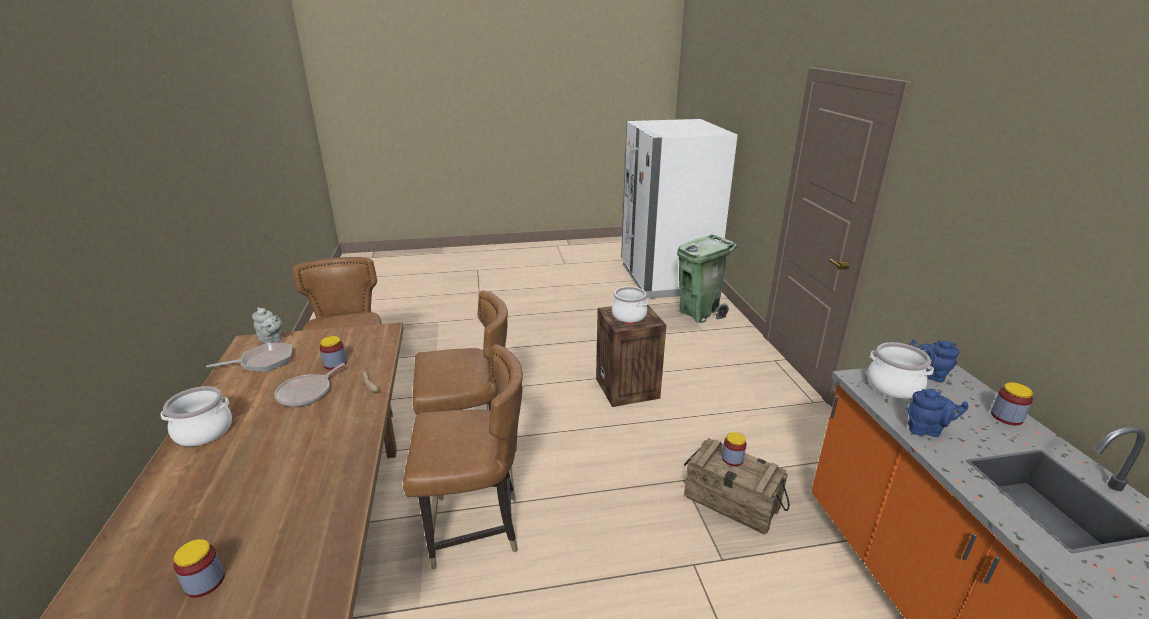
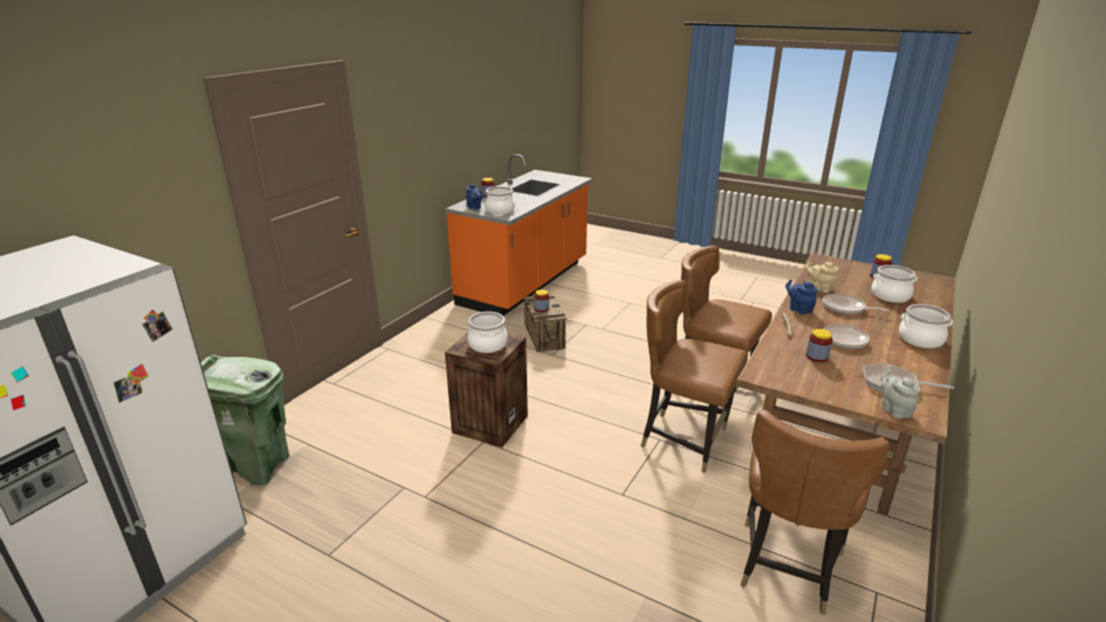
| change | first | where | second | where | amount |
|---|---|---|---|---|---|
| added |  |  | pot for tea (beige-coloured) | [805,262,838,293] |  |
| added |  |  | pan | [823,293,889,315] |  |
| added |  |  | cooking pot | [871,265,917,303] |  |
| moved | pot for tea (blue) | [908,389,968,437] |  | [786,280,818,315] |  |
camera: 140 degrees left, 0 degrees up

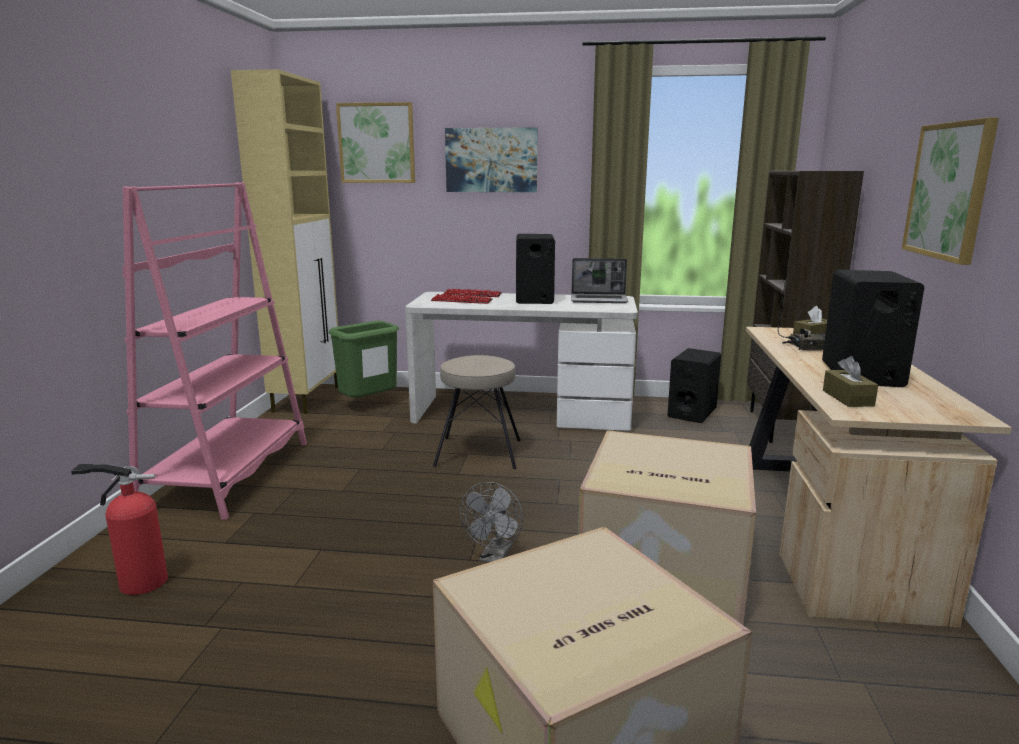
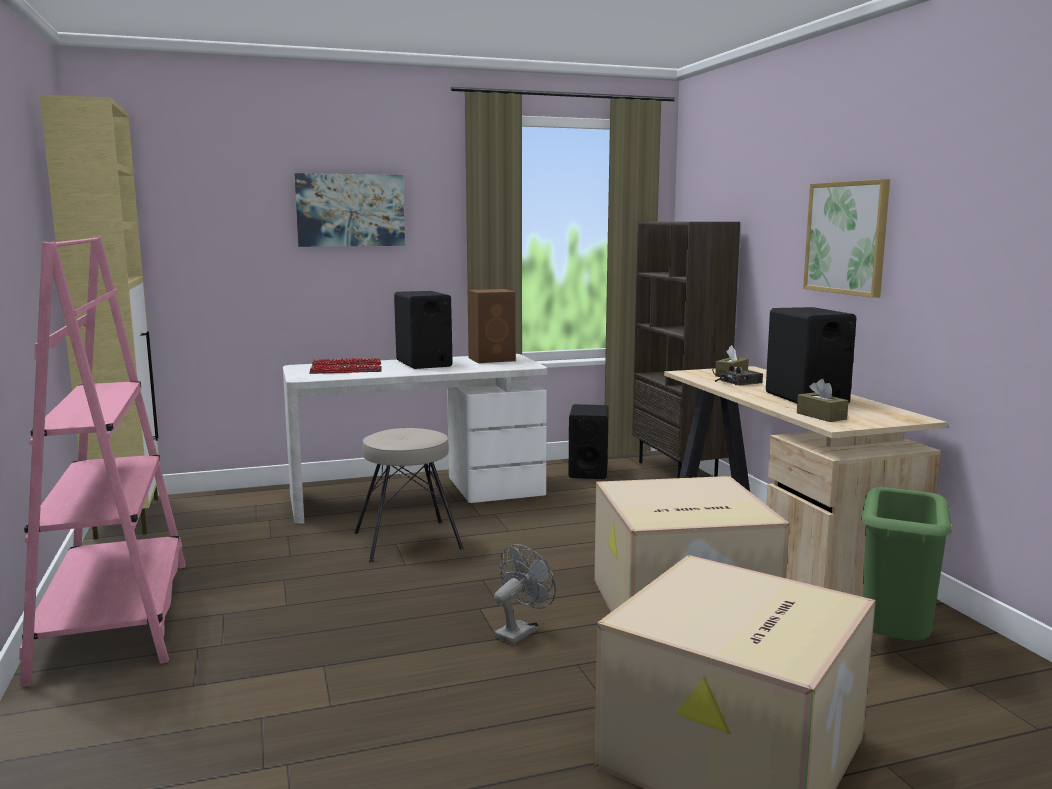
| change | first | where | second | where | amount |
|---|---|---|---|---|---|
| removed | extinguisher | [71,464,168,595] |  |  |  |
| removed | wall art | [336,102,415,183] |  |  |  |
| moved | rubbish bin (greenish) | [329,321,399,397] |  | [861,487,952,646] |  |
| replaced | notebook computer | [571,258,628,303] | loudspeaker (brown-coloured) | [468,289,516,363] |  |
| turned | fan (gray) | [460,482,523,563] |  | [494,544,556,644] | 135 degrees counterclockwise |
camera: 25 degrees left, 5 degrees down

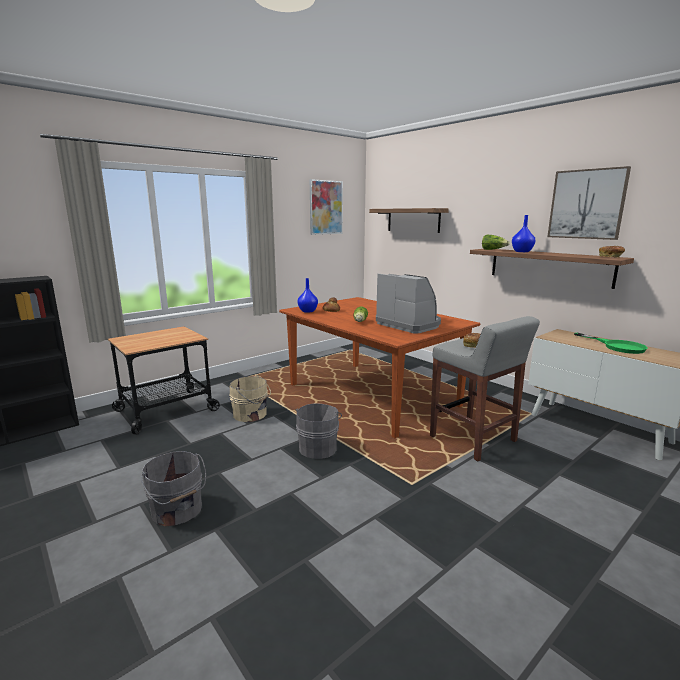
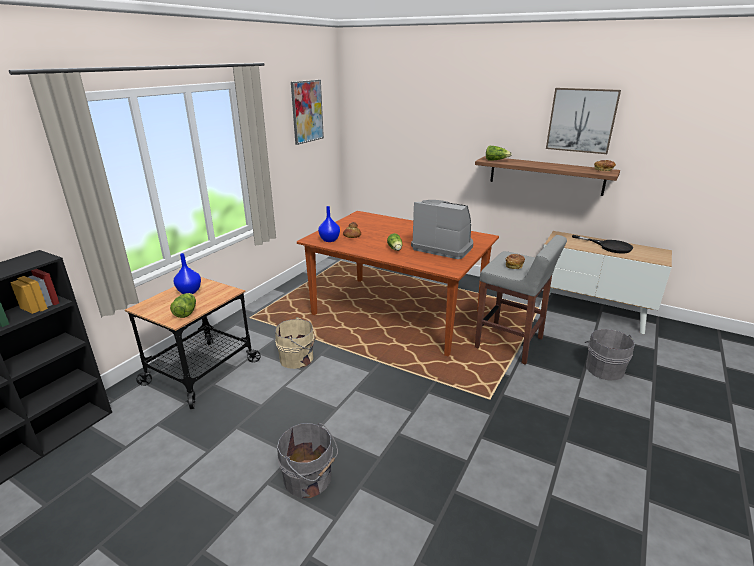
| change | first | where | second | where | amount |
|---|---|---|---|---|---|
| removed | shelf | [369,208,449,233] |  |  |  |
| added |  |  | lettuce | [170,293,196,318] |  |
| moved | water bucket (gray) | [295,404,342,459] |  | [585,329,635,380] |  |
| moved | vase (blue) | [512,215,535,252] |  | [174,253,201,294] |  |
| recoloured | pan (greenish) | [574,332,648,354] | pan (black) | [572,235,633,254] |  |
camera: 20 degrees left, 10 degrees up

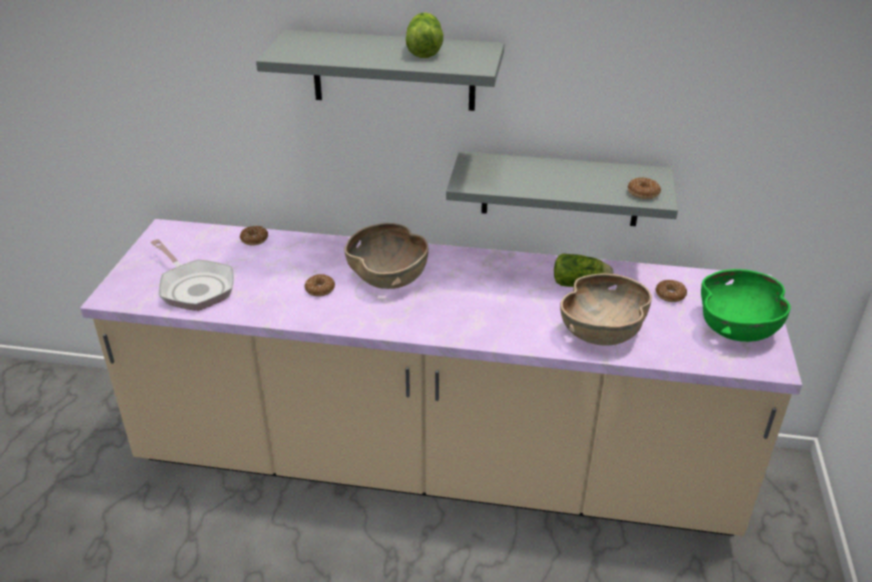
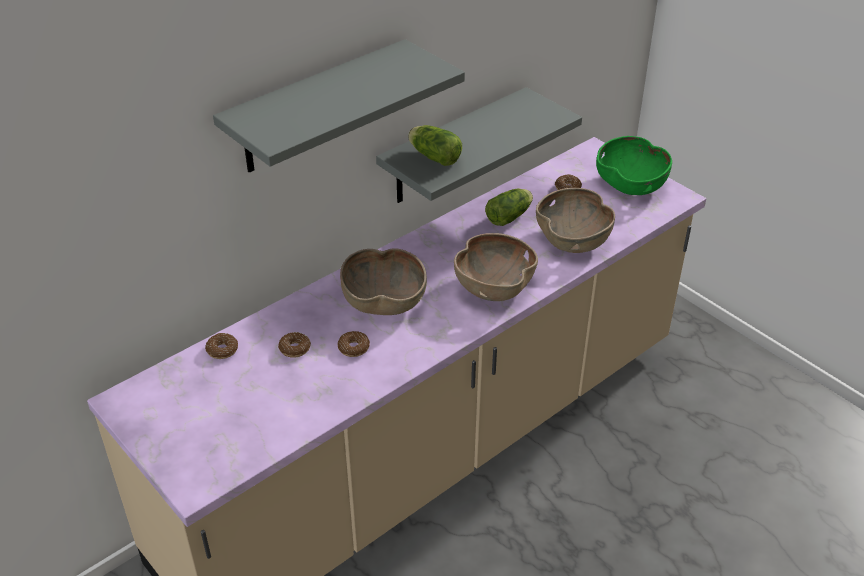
| change | first | where | second | where | amount |
|---|---|---|---|---|---|
| removed | pan | [150,239,234,311] |  |  |  |
| added |  |  | bowl (brown-coloured) | [454,233,538,301] |  |
| moved | lettuce | [406,12,443,58] |  | [408,125,462,166] |  |
| moved | doughnut | [628,178,661,199] |  | [278,332,311,358] |  |
camera: 50 degrees left, 5 degrees up

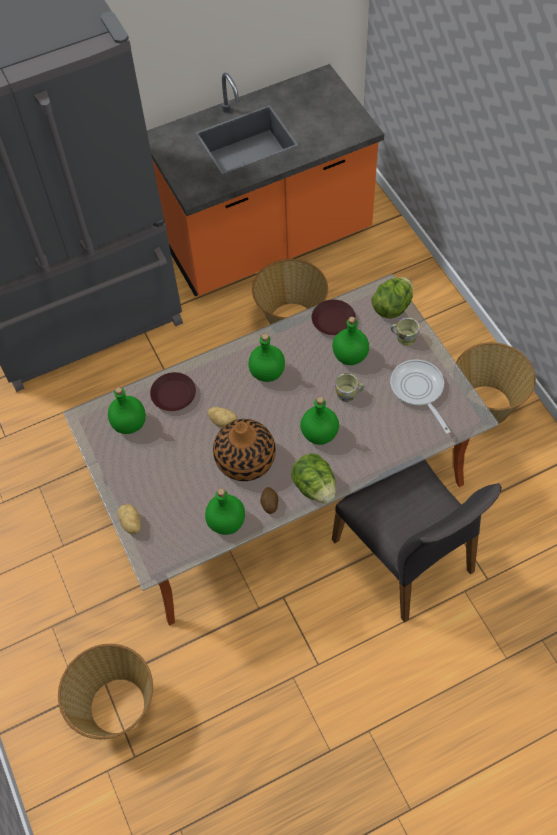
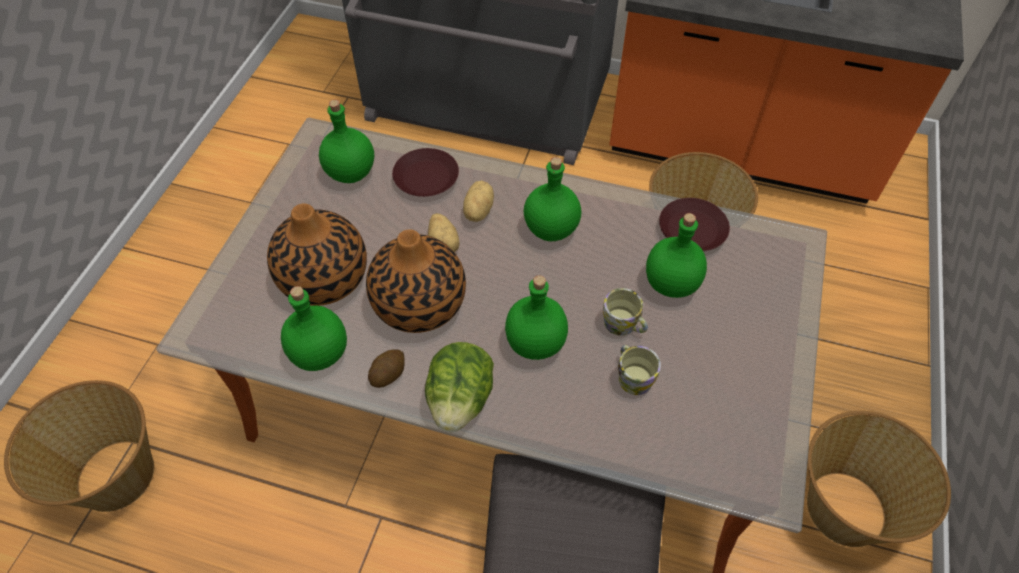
| change | first | where | second | where | amount |
|---|---|---|---|---|---|
| removed | lettuce | [371,277,413,318] |  |  |  |
| removed | pan | [390,359,451,434] |  |  |  |
| added |  |  | vase | [267,203,367,306] |  |
| moved | whole potato | [118,504,141,534] |  | [463,181,494,222] |  |
| moved | mug | [391,318,420,346] |  | [618,345,661,395] |  |
camera: 40 degrees right, 5 degrees down

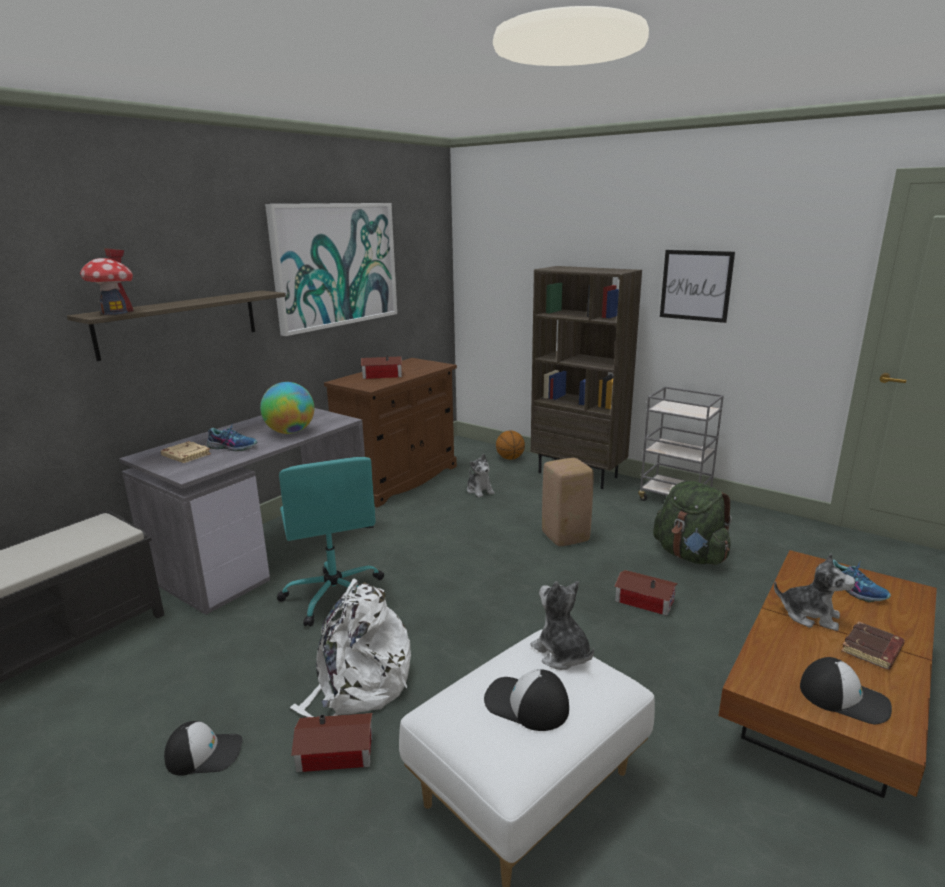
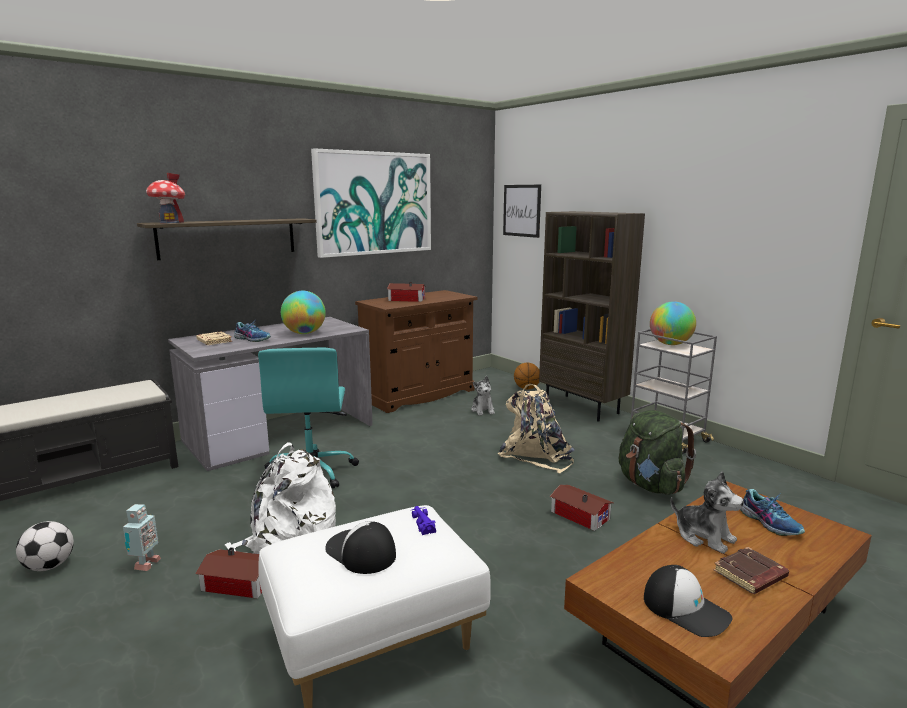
| change | first | where | second | where | amount |
|---|---|---|---|---|---|
| added |  |  | football ball | [16,521,74,571] |  |
| added |  |  | globe | [650,301,696,345] |  |
| moved | wall art | [660,250,735,323] |  | [503,185,541,238] |  |
| replaced | cap | [164,721,243,776] | toy robot | [123,504,161,571] |  |
| replaced | plush toy | [531,581,594,670] | model car (purple) | [412,506,436,535] |  |
| replaced | sitting stool (beige-coloured) | [542,458,594,546] | rucksack (beige-coloured) | [498,384,575,473] |  |
camera: 15 degrees right, 5 degrees down

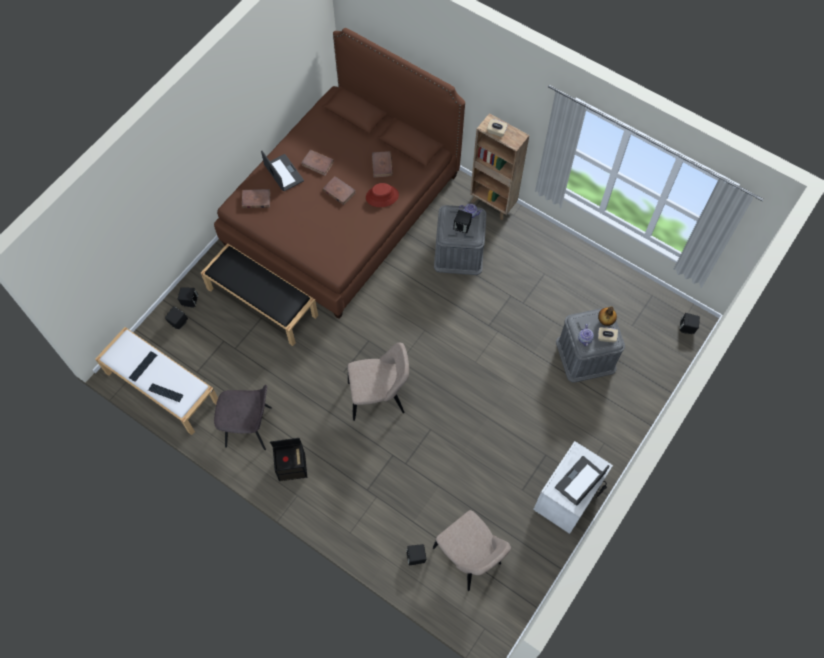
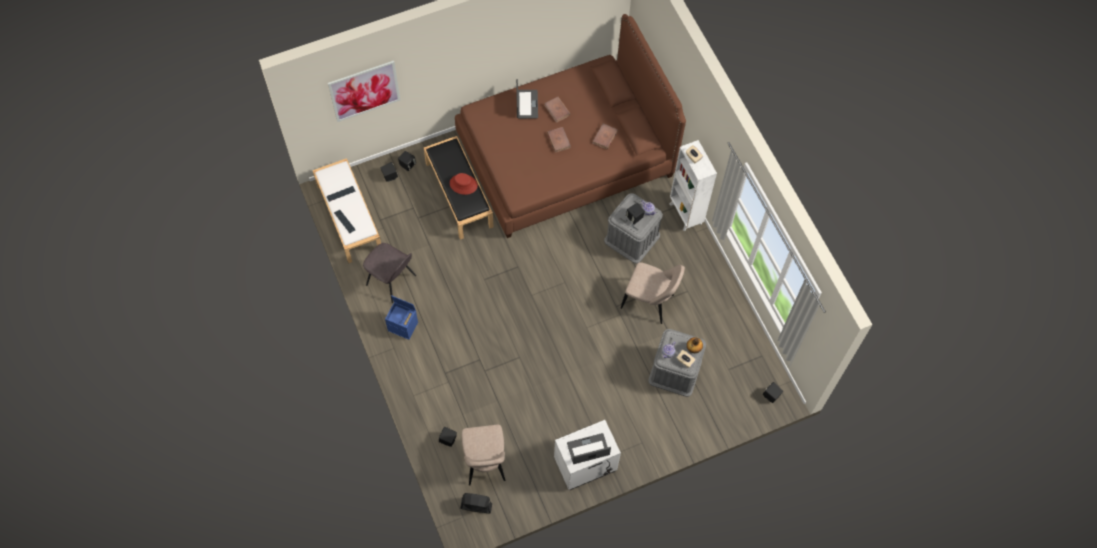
| change | first | where | second | where | amount |
|---|---|---|---|---|---|
| removed | bound book (brown-coloured) | [242,189,270,208] |  |  |  |
| added |  |  | wall art | [328,61,400,122] |  |
| added |  |  | fan (black) | [460,493,492,513] |  |
| moved | upright chair (beige-coloured) | [348,343,409,421] |  | [621,262,685,324] |  |
| moved | hat (red) | [366,183,399,207] |  | [450,173,478,195] |  |
| recoloured | storage bin (black) | [270,438,307,481] | storage bin (blue) | [385,295,418,340] |  |
| recoloured | bookshelf (brown-coloured) | [470,113,529,220] | bookshelf (white) | [669,140,717,231] |  |
camera: 30 degrees right, 0 degrees up

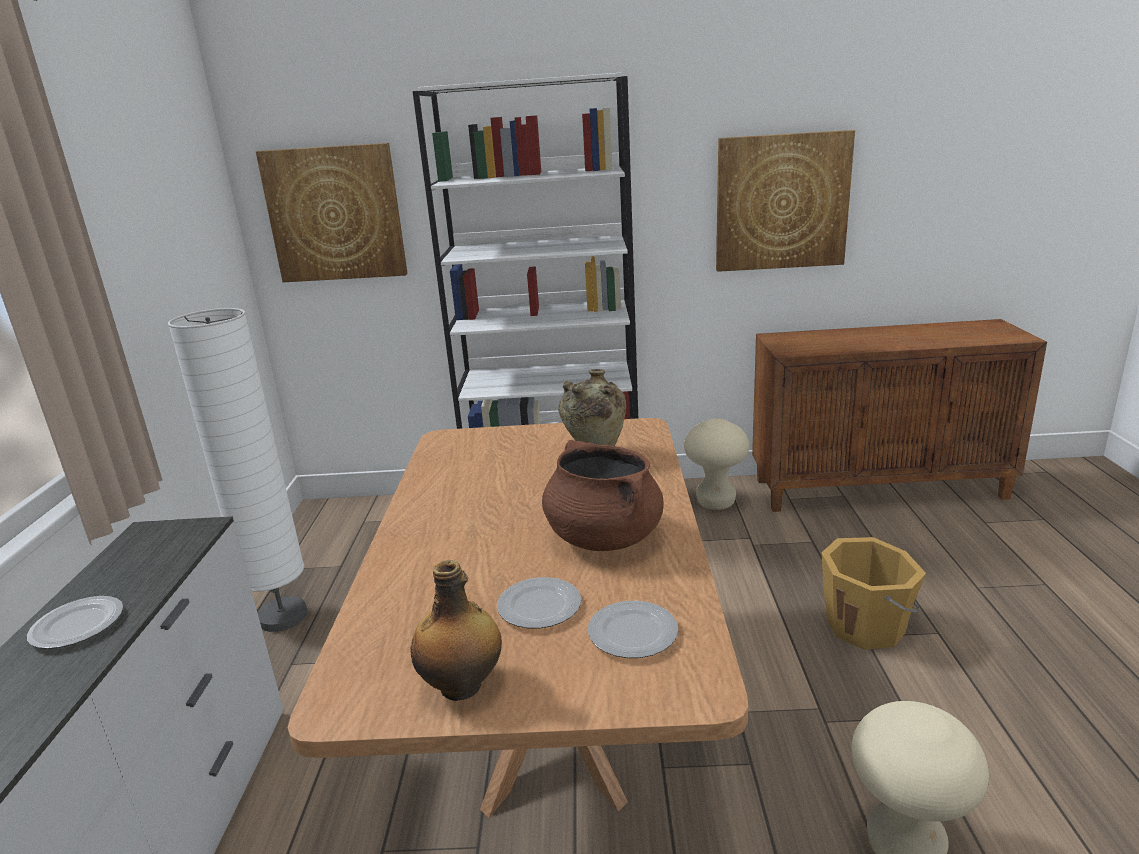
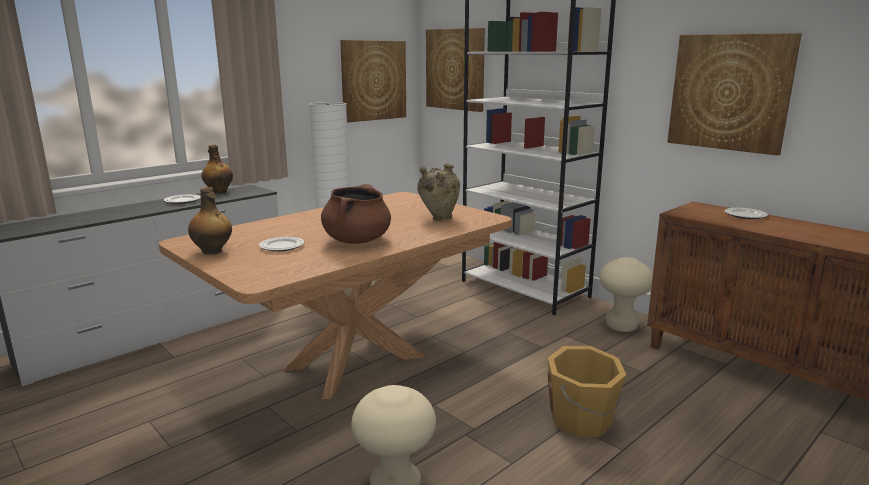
| change | first | where | second | where | amount |
|---|---|---|---|---|---|
| added |  |  | drink bottle | [202,145,233,194] |  |
| added |  |  | wall art | [340,40,406,123] |  |
| moved | dinner plate | [588,601,678,658] |  | [724,208,768,219] |  |
camera: 45 degrees right, 5 degrees down

